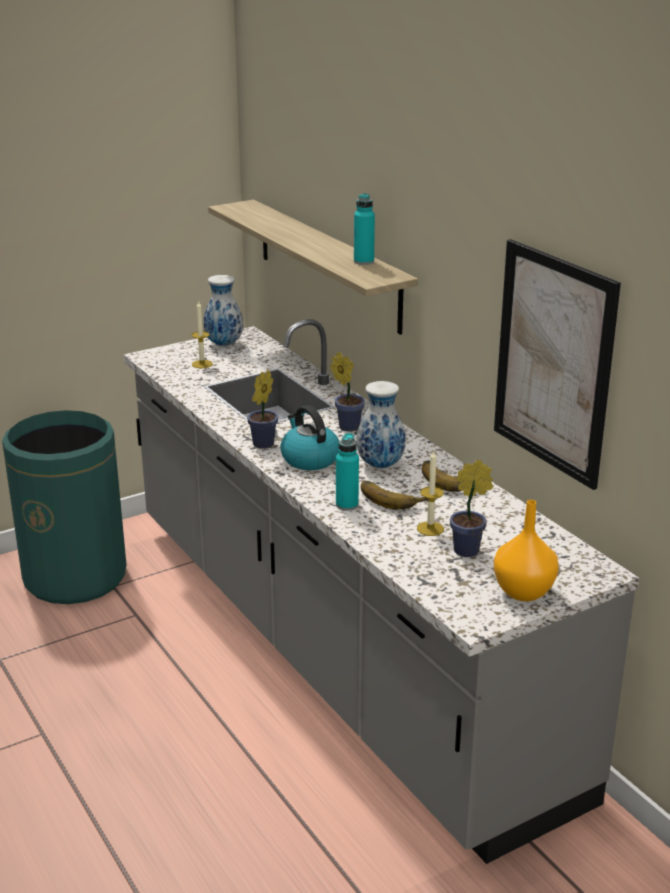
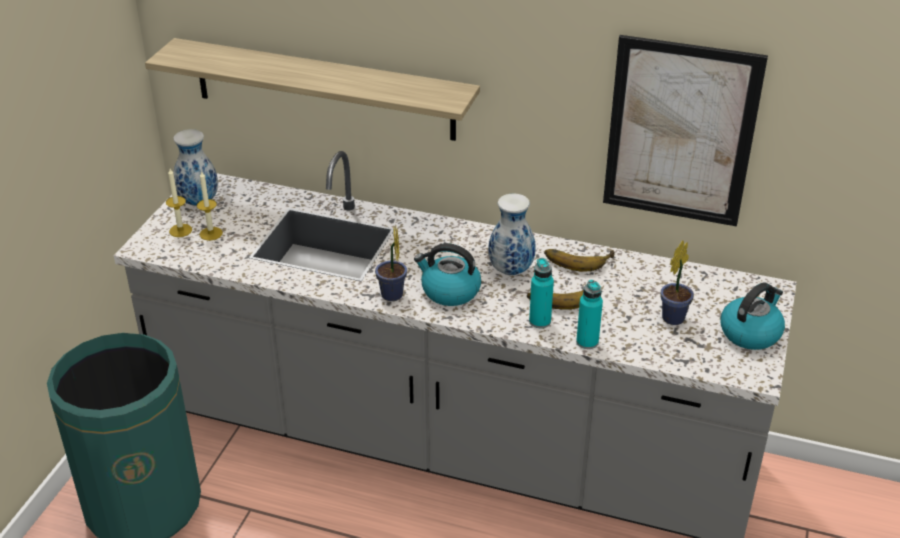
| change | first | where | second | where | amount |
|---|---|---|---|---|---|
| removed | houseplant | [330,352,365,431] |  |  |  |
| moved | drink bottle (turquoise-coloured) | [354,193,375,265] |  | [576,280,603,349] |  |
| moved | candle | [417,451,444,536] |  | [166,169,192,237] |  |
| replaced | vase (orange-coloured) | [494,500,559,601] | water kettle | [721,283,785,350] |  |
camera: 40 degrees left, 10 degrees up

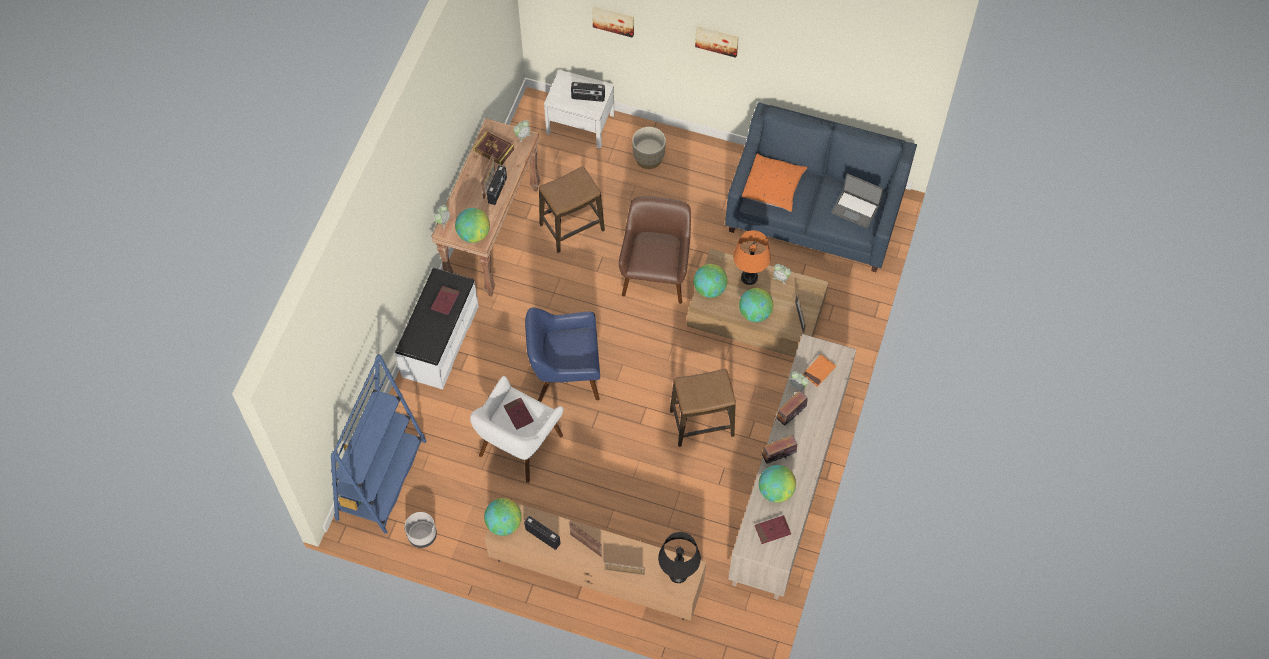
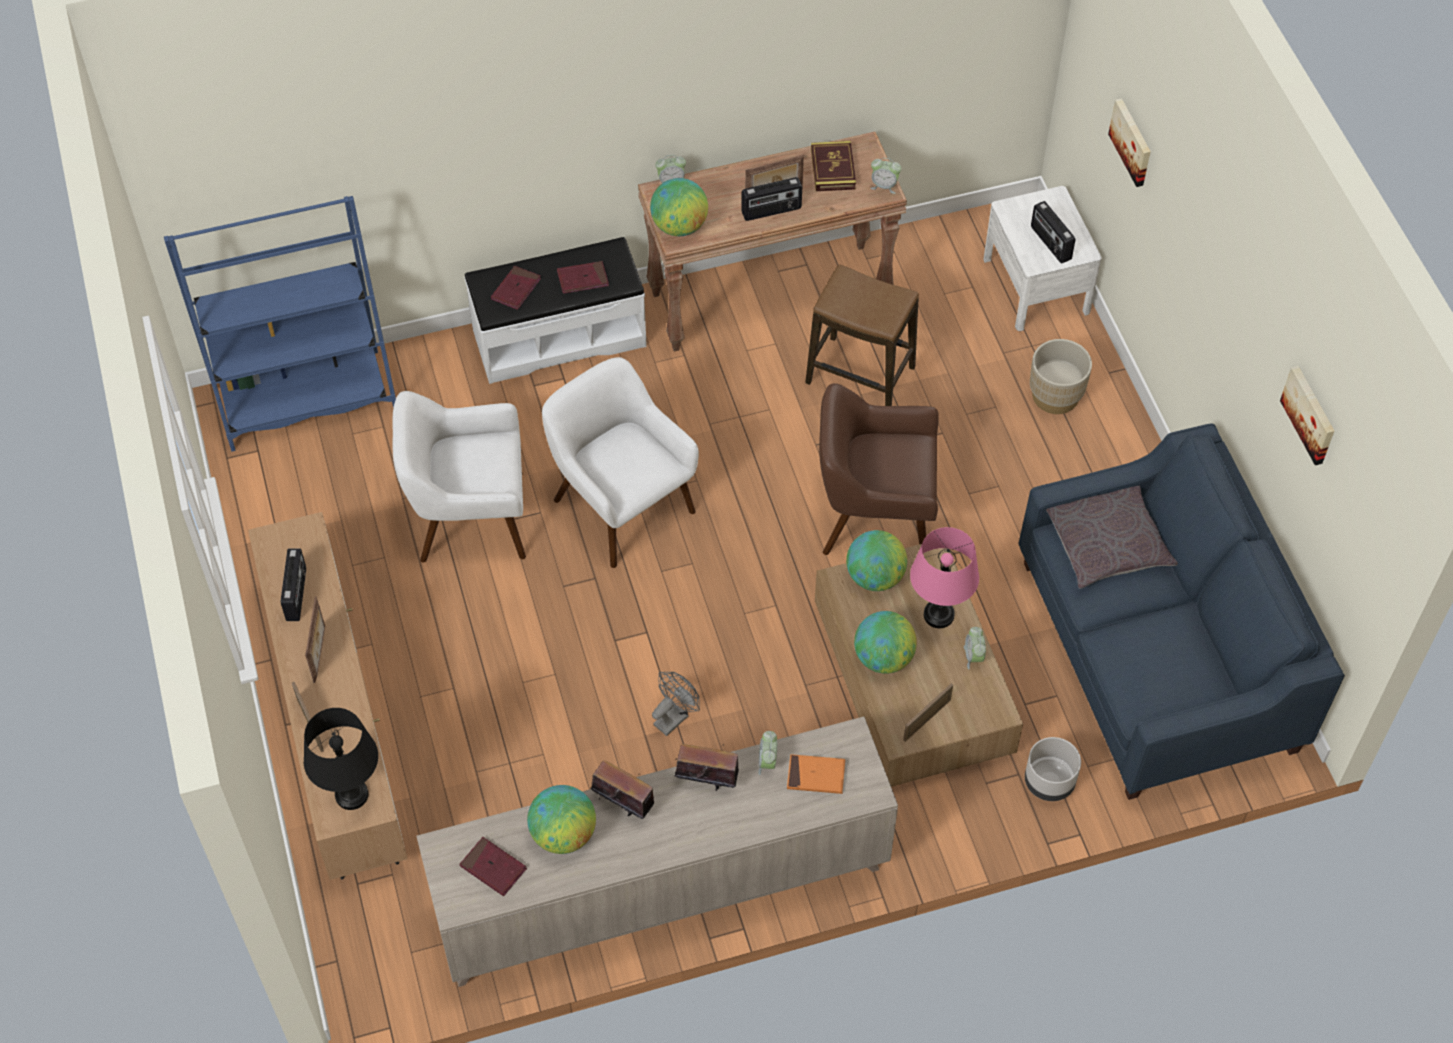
| change | first | where | second | where | amount |
|---|---|---|---|---|---|
| removed | globe | [484,498,522,536] |  |  |  |
| removed | notebook computer | [831,173,883,228] |  |  |  |
| moved | planter (gray) | [405,512,437,548] |  | [1025,737,1081,801] |  |
| moved | bound book (red) | [504,397,534,430] |  | [491,266,541,310] |  |
| moved | wall art | [695,26,739,58] |  | [1280,366,1334,465] |  |
| replaced | sitting stool | [670,369,736,447] | fan (gray) | [652,672,700,736] |  |
| recoloured | lounge chair (blue) | [525,307,600,402] | lounge chair (white) | [542,357,699,568] |  |
| recoloured | tabletop lamp (orange-coloured) | [733,230,771,285] | tabletop lamp (pinkish) | [910,527,979,628] |  |
| recoloured | cushion (orange-coloured) | [742,154,807,212] | cushion (gray) | [1046,486,1178,589] |  |
| turned | lounge chair (brown-coloured) | [619,196,691,304] |  | [819,383,939,555] | 150 degrees counterclockwise |
camera: 55 degrees right, 5 degrees down

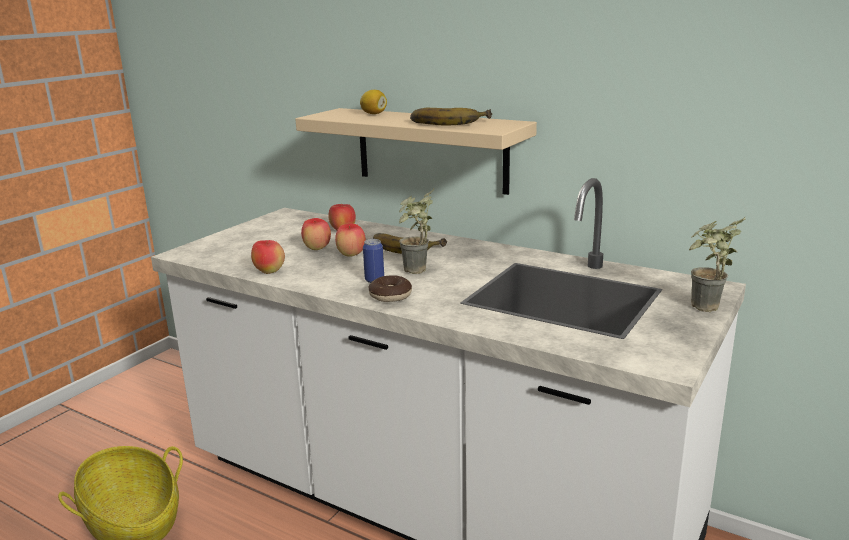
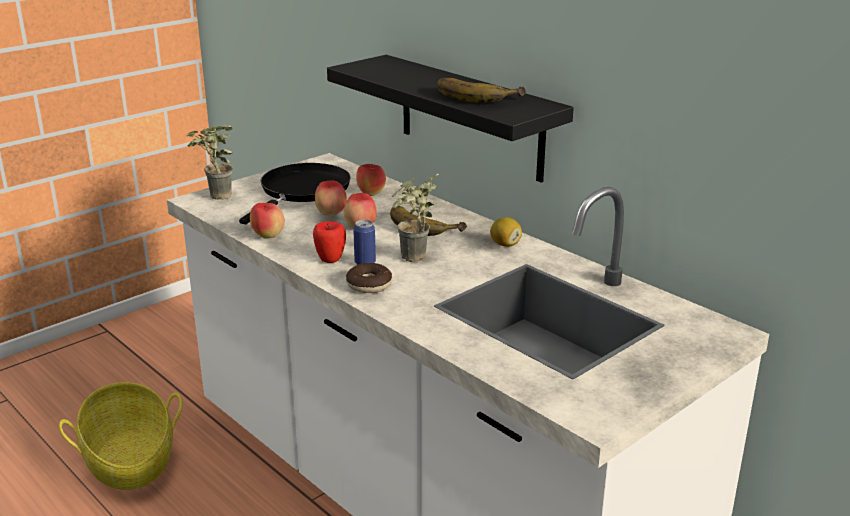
| change | first | where | second | where | amount |
|---|---|---|---|---|---|
| added |  |  | pan (black) | [239,163,351,224] |  |
| added |  |  | apple | [313,221,346,263] |  |
| moved | citrus fruit | [360,90,387,114] |  | [490,217,522,247] |  |
| moved | houseplant | [689,217,746,312] |  | [187,125,233,200] |  |
| recoloured | shelf (beige-coloured) | [295,108,537,195] | shelf (black) | [327,55,574,183] |  |
camera: 15 degrees right, 5 degrees up

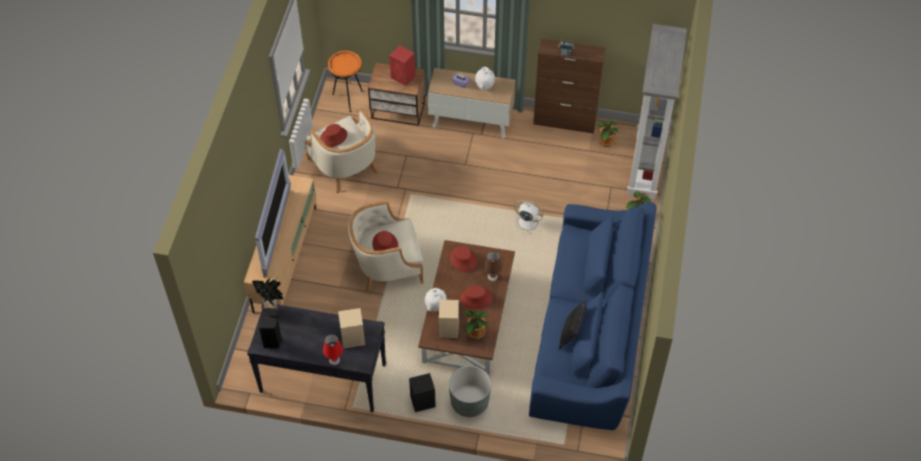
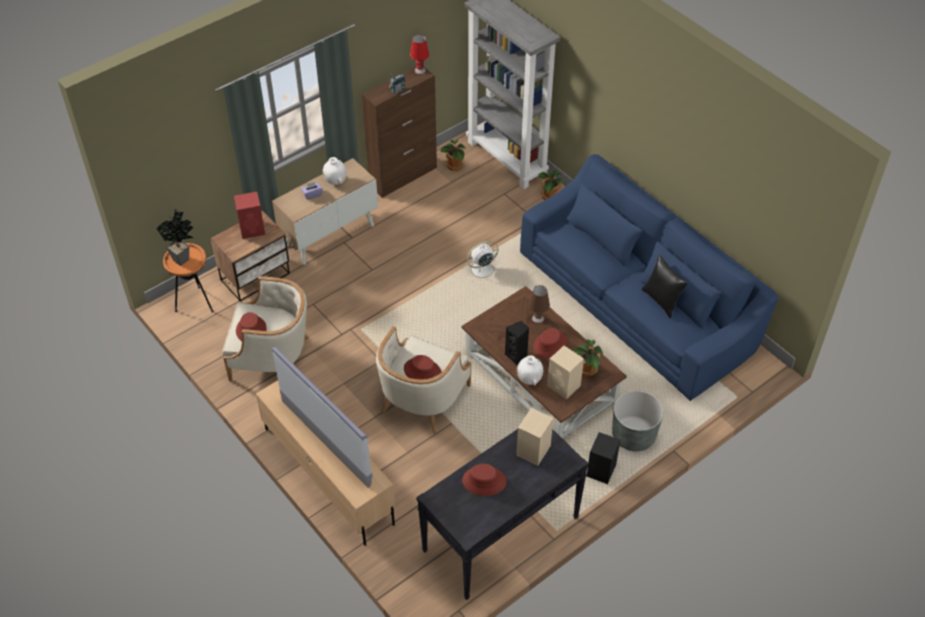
| change | first | where | second | where | amount |
|---|---|---|---|---|---|
| moved | houseplant | [252,277,283,316] |  | [157,209,193,266] |  |
| moved | loudspeaker (black) | [259,314,282,348] |  | [505,321,529,365] |  |
| moved | tabletop lamp (red) | [323,334,343,365] |  | [410,35,430,74] |  |
| moved | hat (red) | [450,245,477,272] |  | [462,464,506,496] |  |
camera: 50 degrees left, 5 degrees down

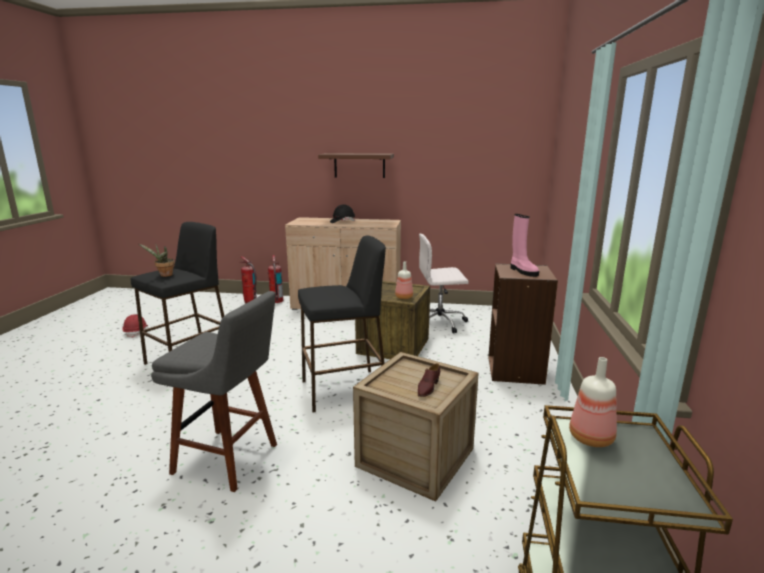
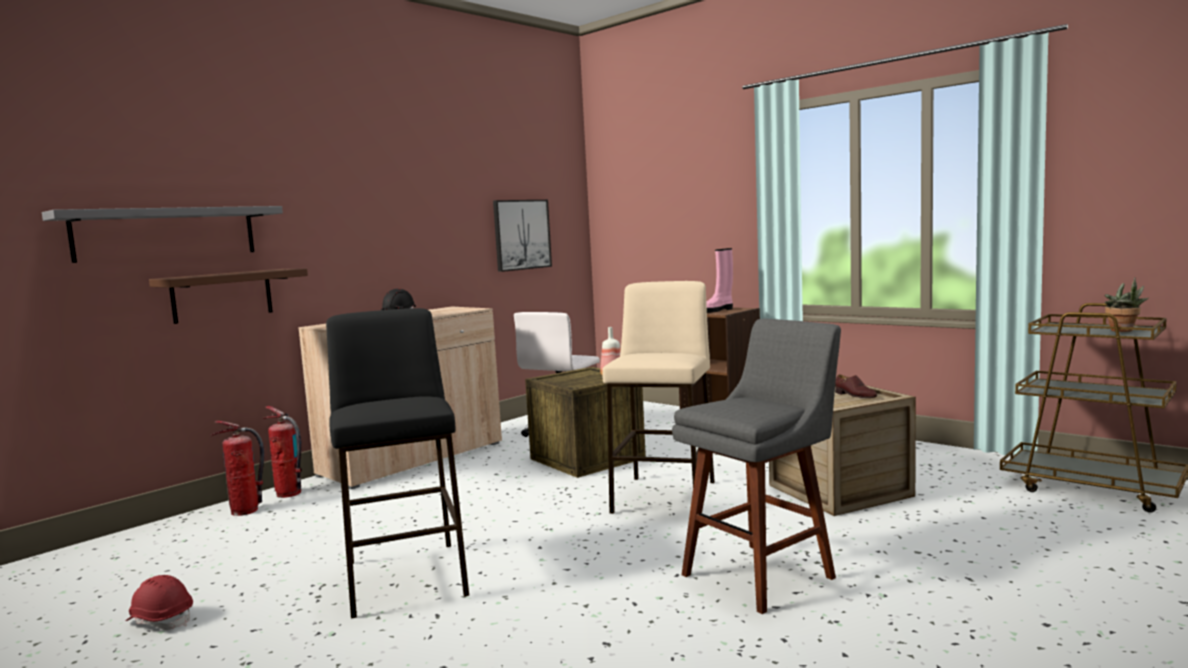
| change | first | where | second | where | amount |
|---|---|---|---|---|---|
| removed | drink bottle | [569,357,617,447] |  |  |  |
| added |  |  | shelf (gray) | [42,206,283,263] |  |
| added |  |  | wall art | [493,200,552,272] |  |
| moved | houseplant | [139,244,175,277] |  | [1104,277,1148,332] |  |
| moved | shelf (brown-coloured) | [318,153,394,178] |  | [149,269,308,324] |  |
| recoloured | sitting stool (black) | [298,235,386,412] | sitting stool (beige-coloured) | [602,281,715,514] |  |
| turned | tall boot (pinkish) | [511,214,539,277] |  | [706,248,733,313] | 135 degrees clockwise |
camera: 55 degrees left, 10 degrees down

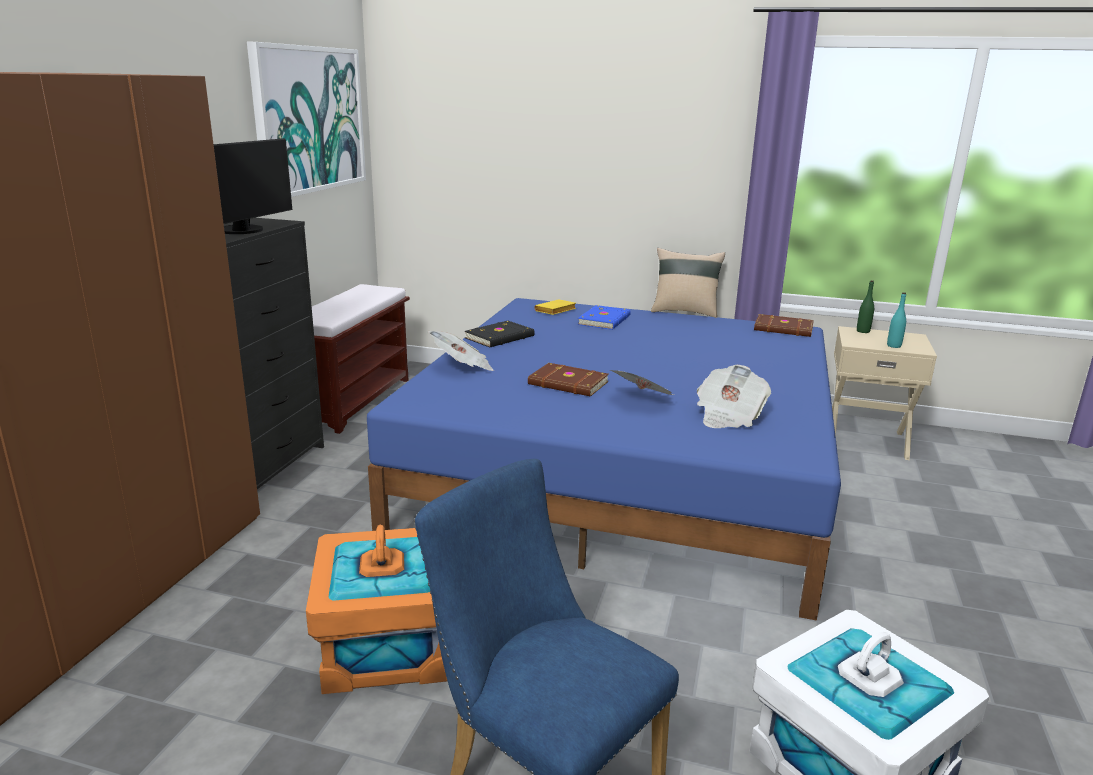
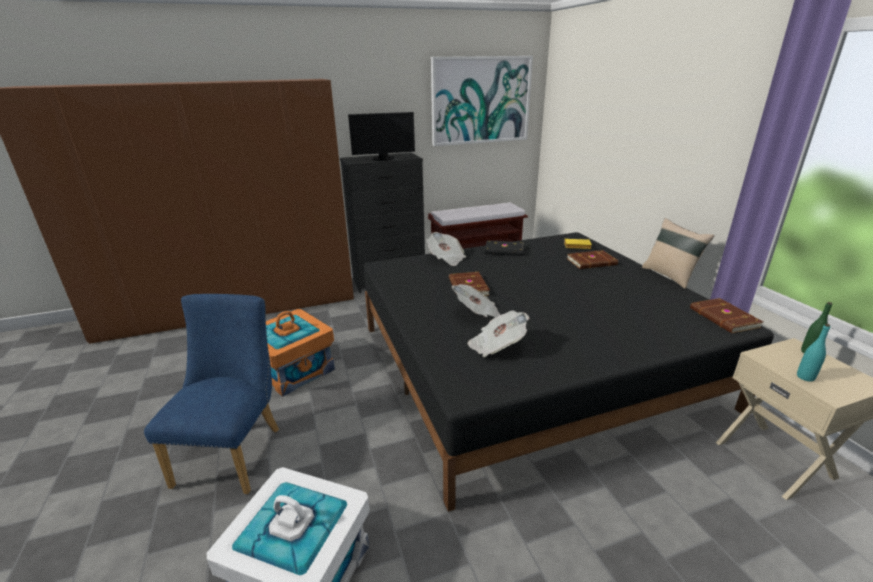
| change | first | where | second | where | amount |
|---|---|---|---|---|---|
| recoloured | bed (blue) | [367,298,841,621] | bed (black) | [364,232,774,512] |  |
| recoloured | bound book (blue) | [577,305,631,330] | bound book (brown-coloured) | [567,250,618,269] |  |
camera: 55 degrees right, 5 degrees up

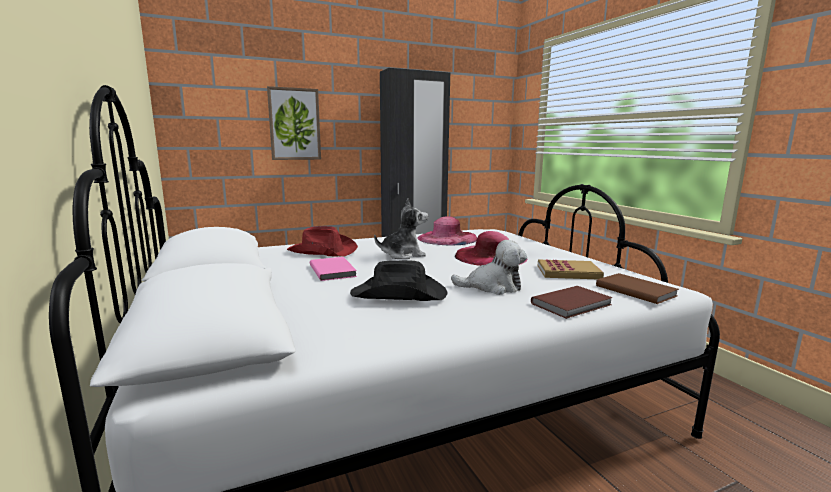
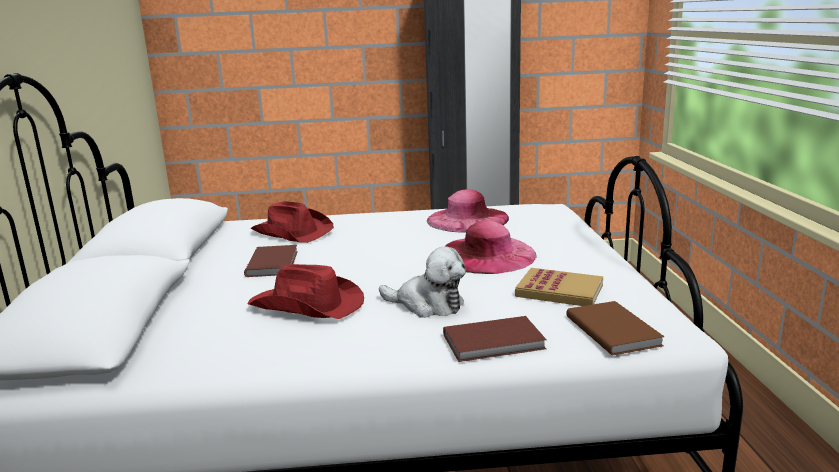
| change | first | where | second | where | amount |
|---|---|---|---|---|---|
| removed | wall art | [267,86,321,160] |  |  |  |
| removed | plush toy | [374,199,428,259] |  |  |  |
| recoloured | bound book (pinkish) | [310,257,357,281] | bound book (brown-coloured) | [244,245,298,277] |  |
| recoloured | hat (black) | [350,260,448,301] | hat (red) | [247,264,364,319] |  |
camera: 20 degrees right, 5 degrees up

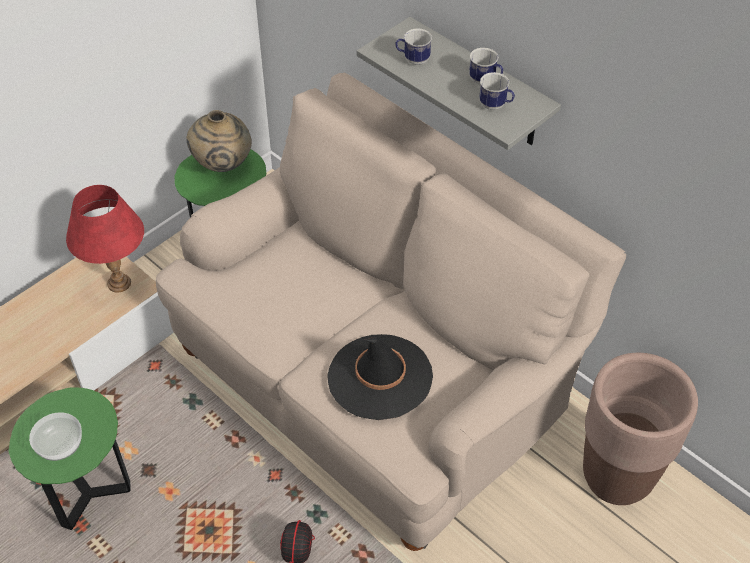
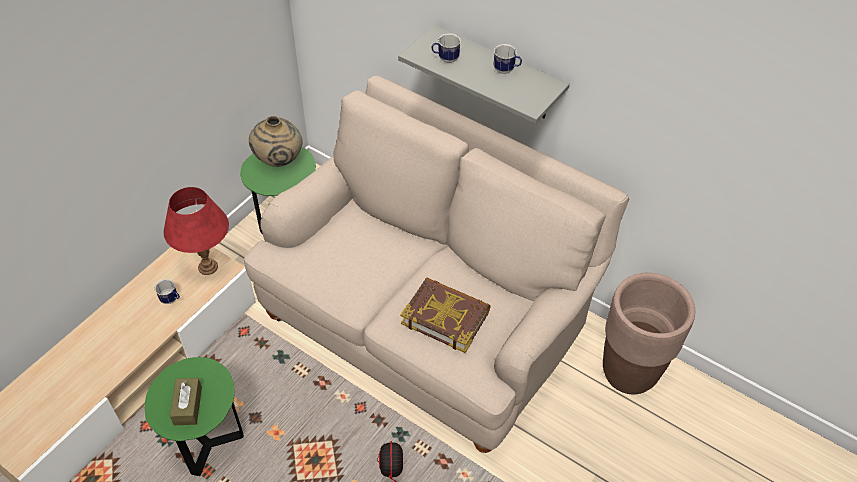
| change | first | where | second | where | amount |
|---|---|---|---|---|---|
| moved | mug | [479,72,515,110] |  | [154,279,180,304] |  |
| replaced | bowl | [29,412,82,461] | tissue holder (brown-coloured) | [170,378,202,425] |  |
| replaced | hat (black) | [327,334,433,420] | bound book | [400,277,491,353] |  |
camera: 10 degrees left, 0 degrees up

